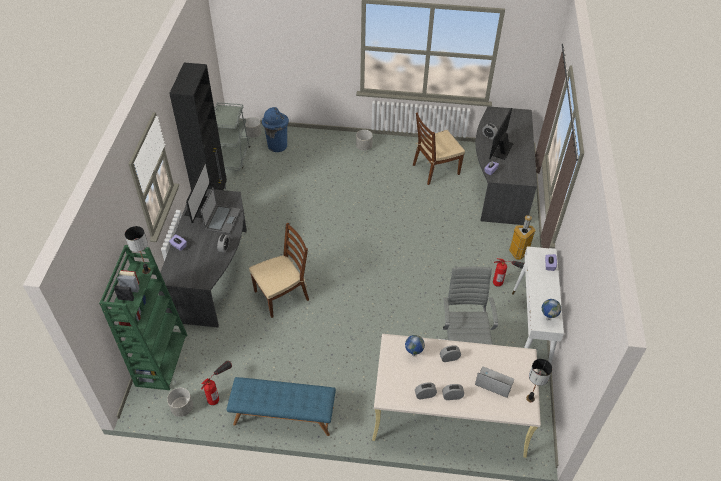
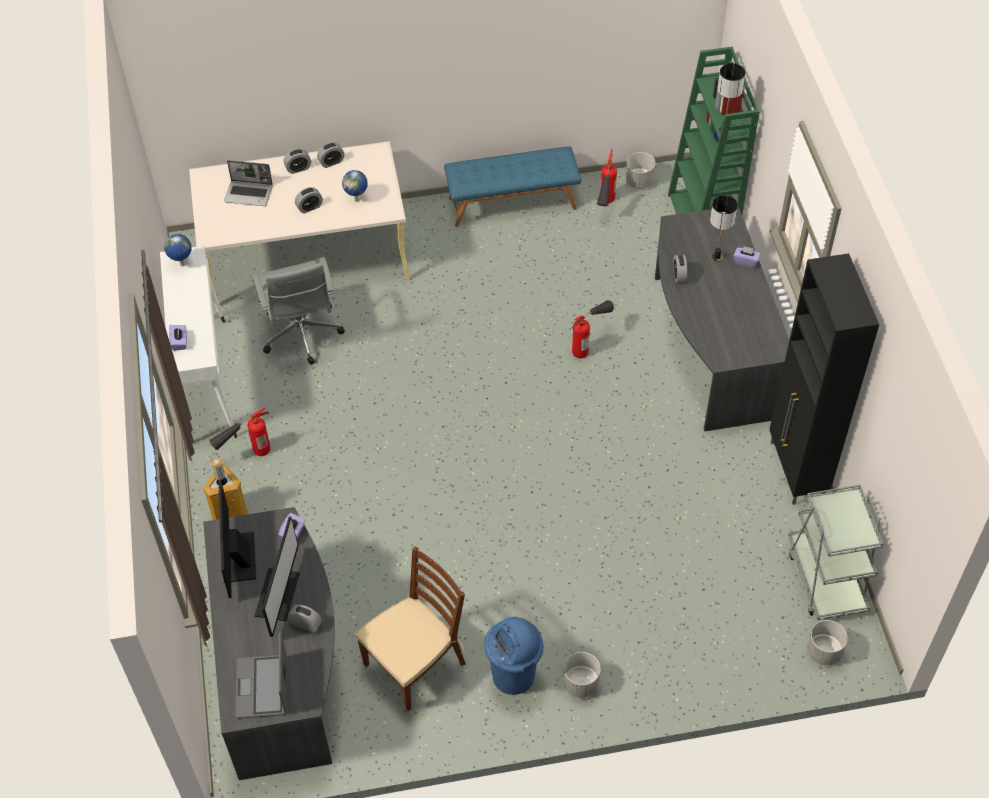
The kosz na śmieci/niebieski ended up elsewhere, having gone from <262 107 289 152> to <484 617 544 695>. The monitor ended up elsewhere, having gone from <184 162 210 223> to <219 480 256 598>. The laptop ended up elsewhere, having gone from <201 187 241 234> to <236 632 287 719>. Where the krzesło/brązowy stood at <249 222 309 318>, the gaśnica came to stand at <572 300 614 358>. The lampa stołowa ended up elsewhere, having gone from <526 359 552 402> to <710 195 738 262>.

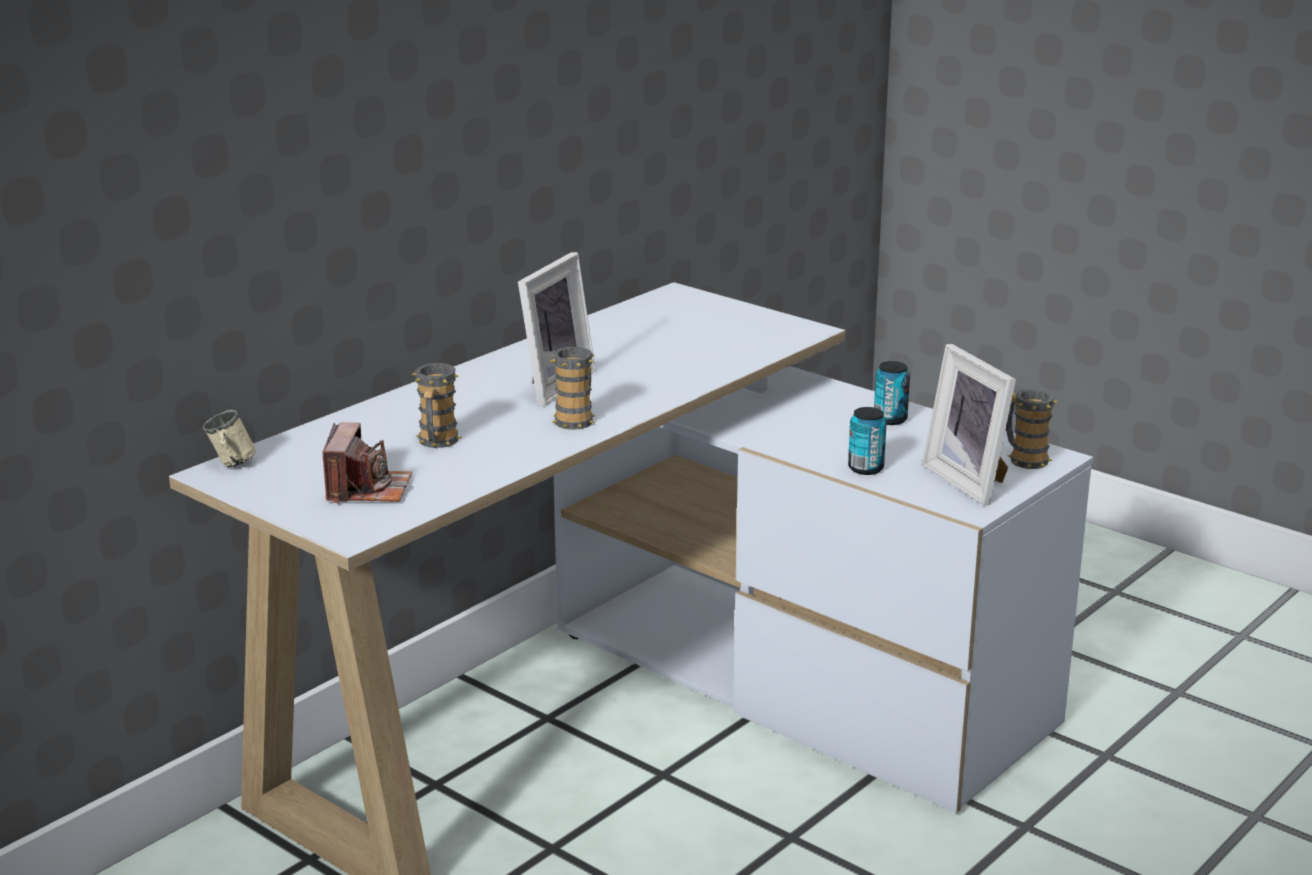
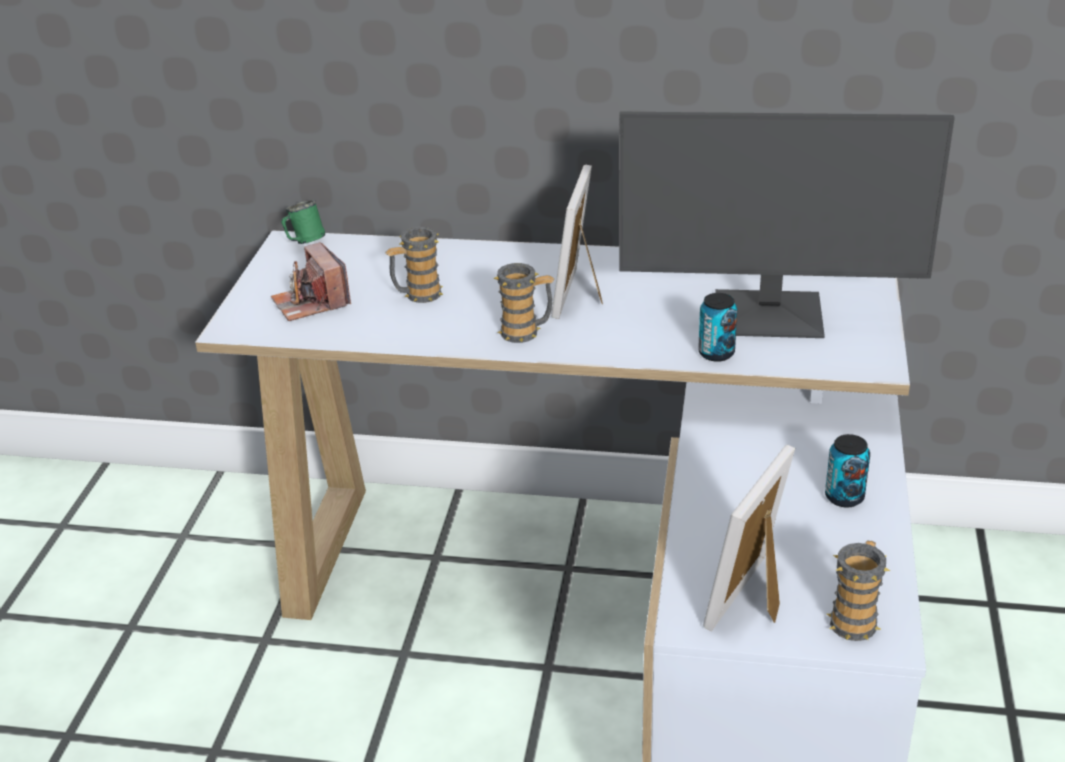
The ramka na zdjęcie at <518 252 596 405> ended up facing another way, 105 degrees clockwise from before. The puszka ended up elsewhere, having gone from <848 407 887 475> to <698 293 737 362>. What was the kubek/beżowy at <203 410 256 467> turned into the kubek/zielony at <281 200 325 244>. The aparat fotograficzny at <323 422 412 503> ended up facing another way, 90 degrees clockwise from before. The second view gained the monitor at <619 112 955 338>.

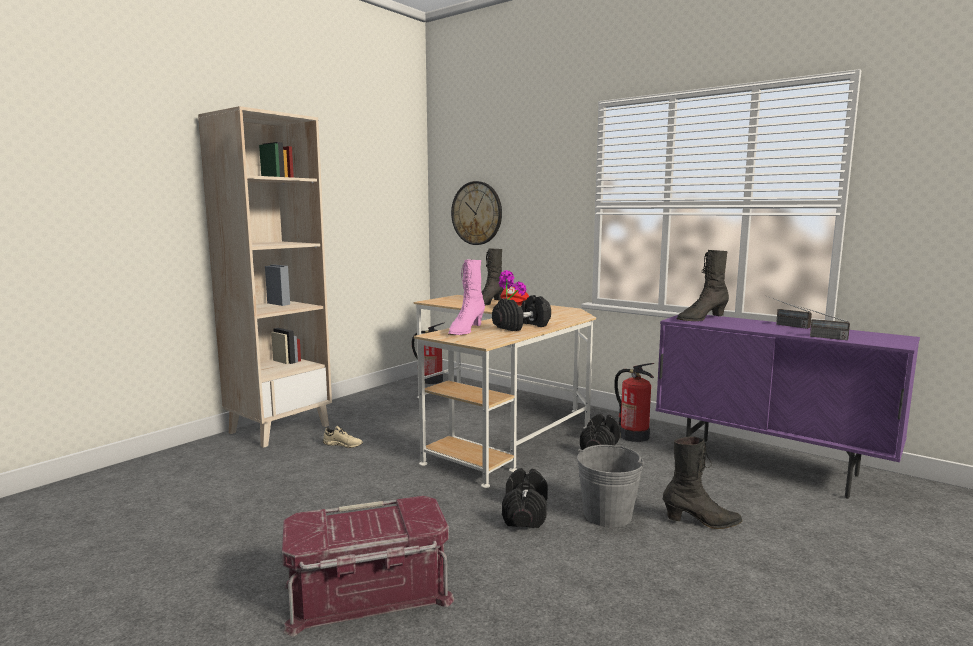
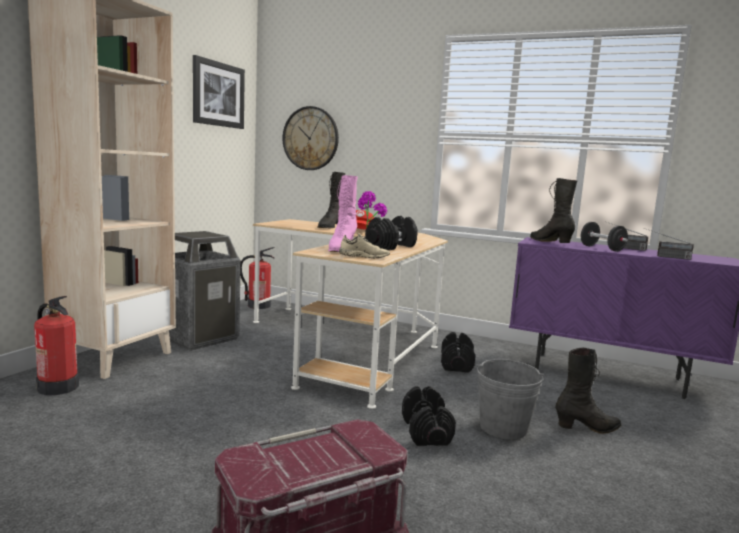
The but z cholewką/czarny at <676 250 729 321> ended up facing another way, 105 degrees clockwise from before. The gaśnica ended up elsewhere, having gone from <614 363 654 442> to <34 296 79 395>. The but/beżowy ended up elsewhere, having gone from <323 426 363 448> to <339 233 390 258>. The second view gained the obraz at <193 55 245 129>. The second view gained the hantel/czarny at <581 222 628 252>. The second view gained the kosz na śmieci at <169 231 241 351>.

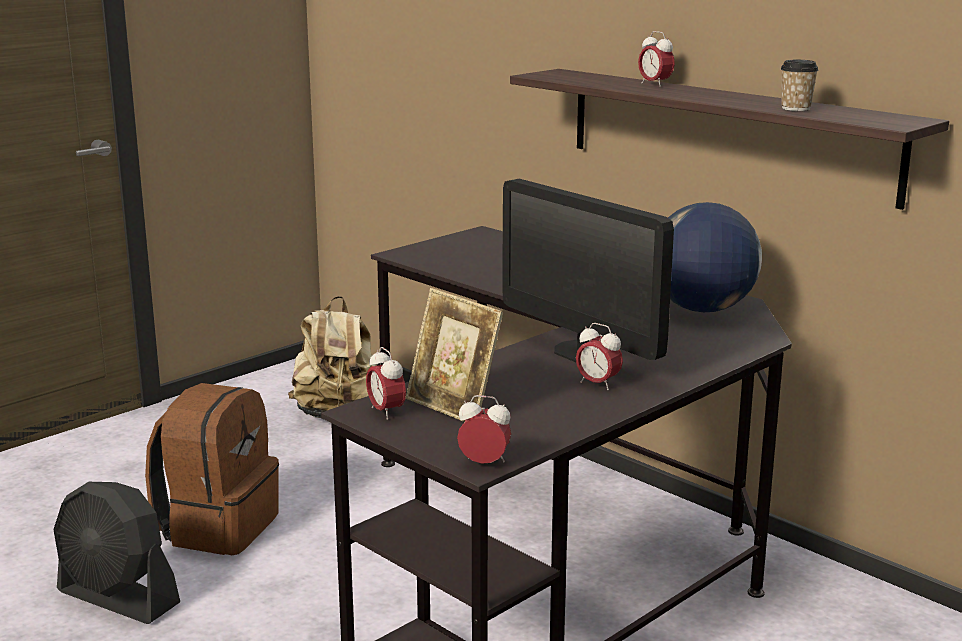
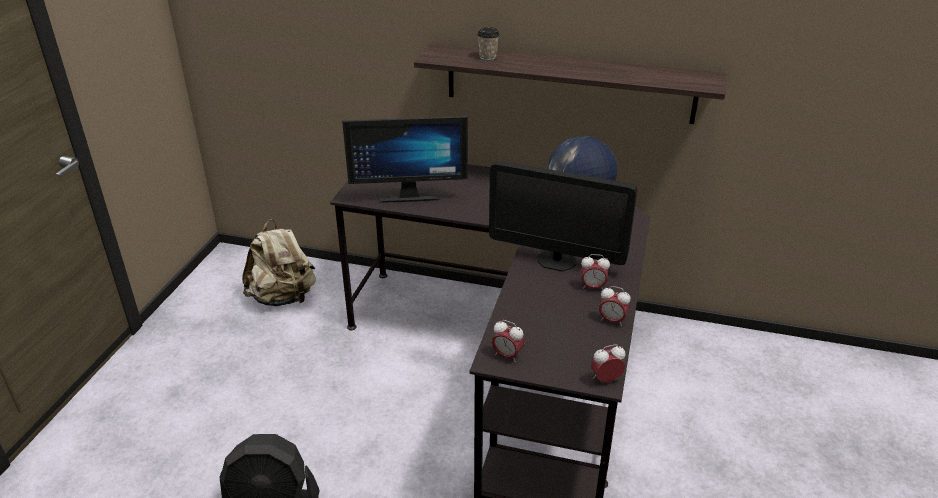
The budzik ended up elsewhere, having gone from <638 31 675 87> to <599 286 631 326>. The filiżanka ended up elsewhere, having gone from <781 60 819 111> to <477 27 499 60>. The second view lost the ramka na zdjęcie at <406 288 503 422>. The second view lost the plecak/brązowy at <145 383 279 555>. The second view gained the monitor at <342 116 468 203>.

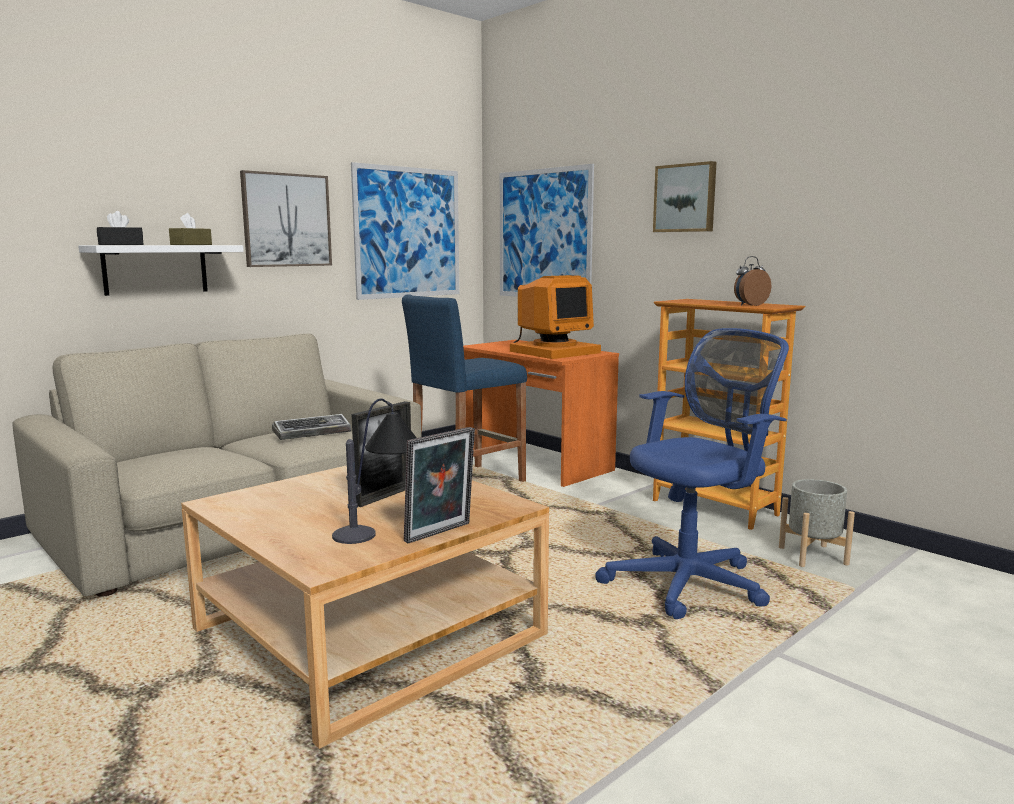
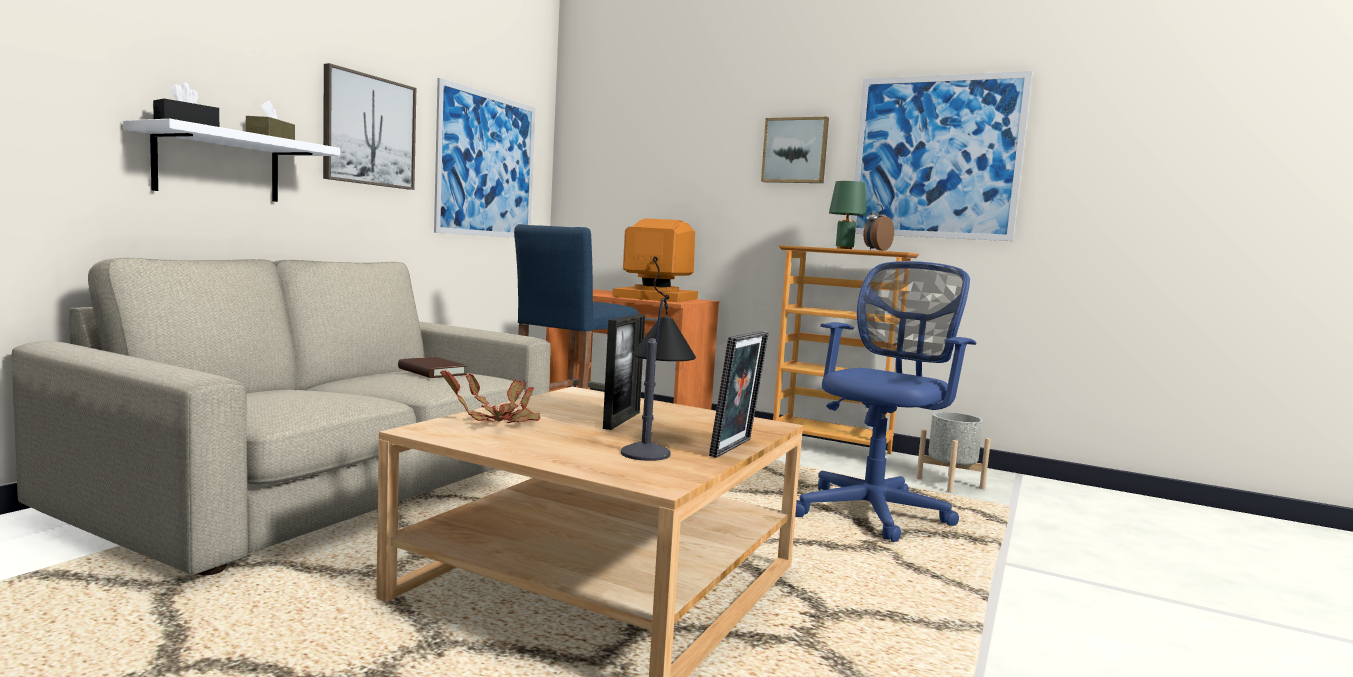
The obraz ended up elsewhere, having gone from <500 164 594 297> to <851 71 1033 241>. The monitor at <510 275 601 359> ended up facing another way, 105 degrees counterclockwise from before. Where the klawiatura stood at <272 414 351 440>, the książka/brązowy came to stand at <398 357 467 378>. The second view gained the lampa stołowa/zielony at <829 181 866 249>. The second view gained the roślina doniczkowa at <440 370 541 423>.

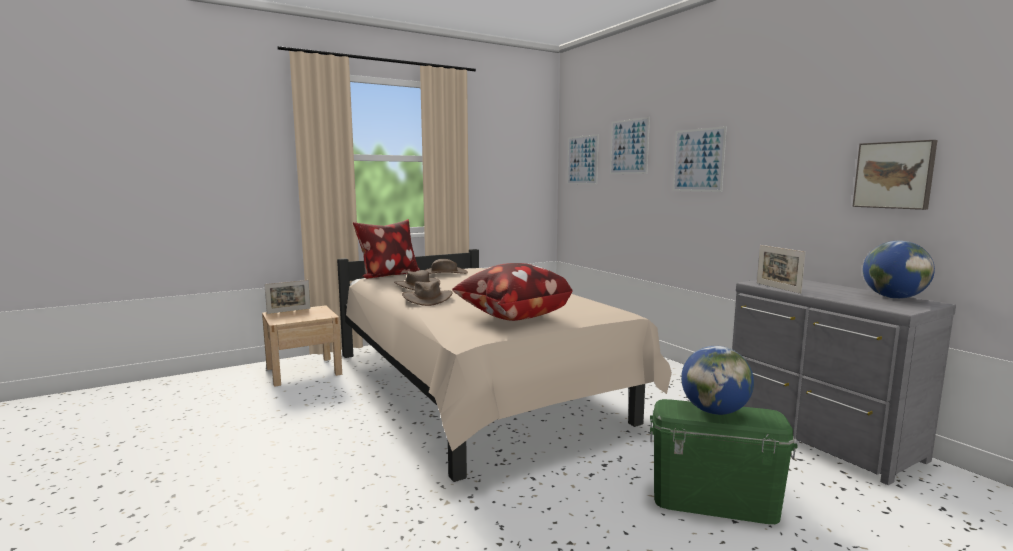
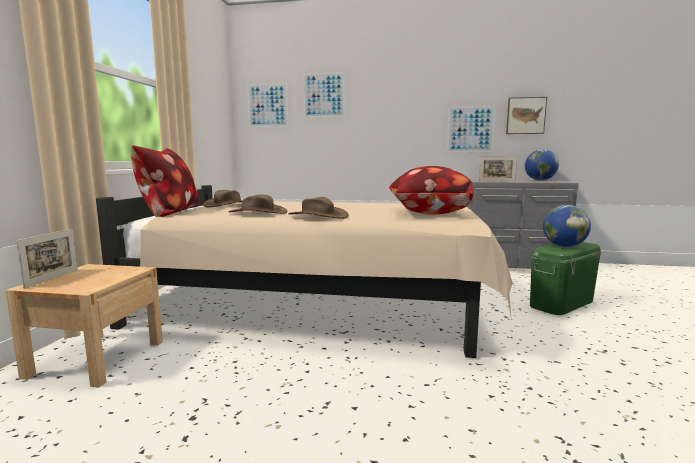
The obraz ended up elsewhere, having gone from <673 126 727 192> to <447 106 496 152>.

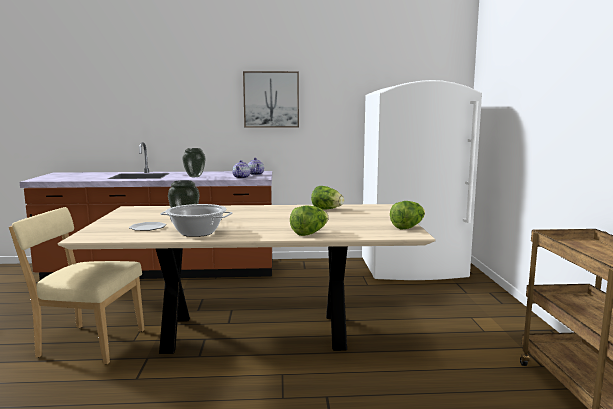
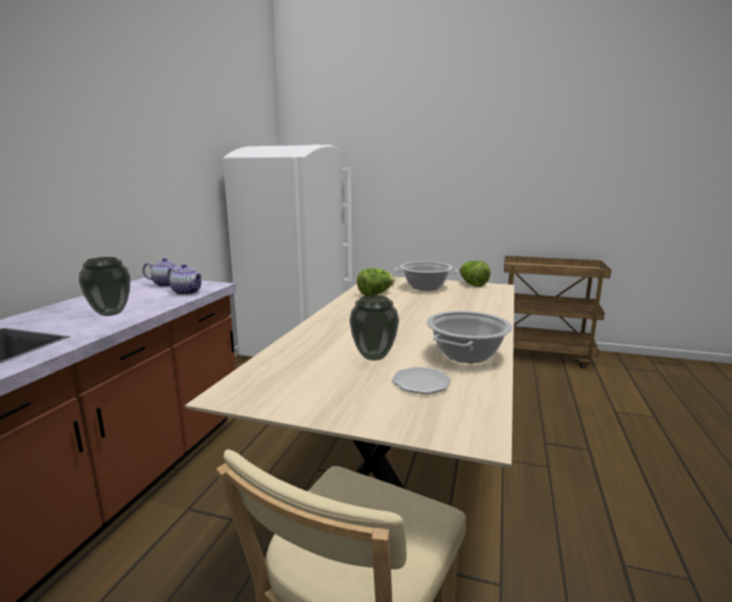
The second view lost the obraz at <243 71 299 128>. The second view lost the sałata at <290 205 329 236>. The second view gained the garnek at <395 262 458 291>.

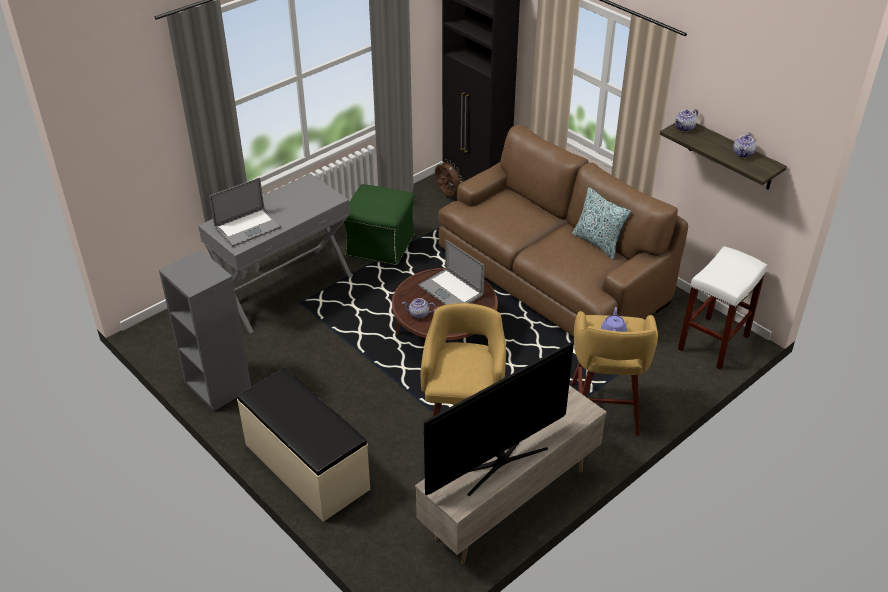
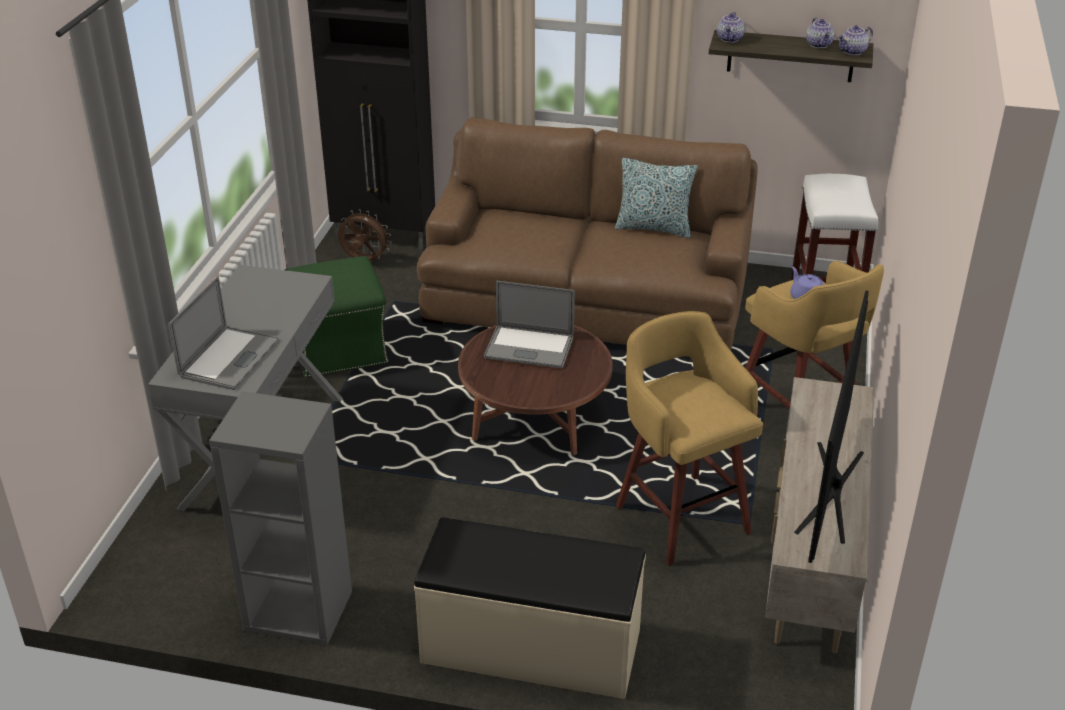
The imbryk ended up elsewhere, having gone from <402 298 436 319> to <838 25 873 55>.

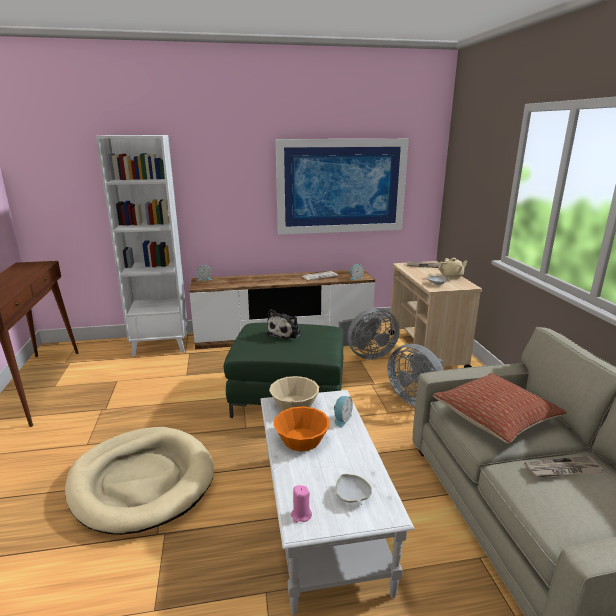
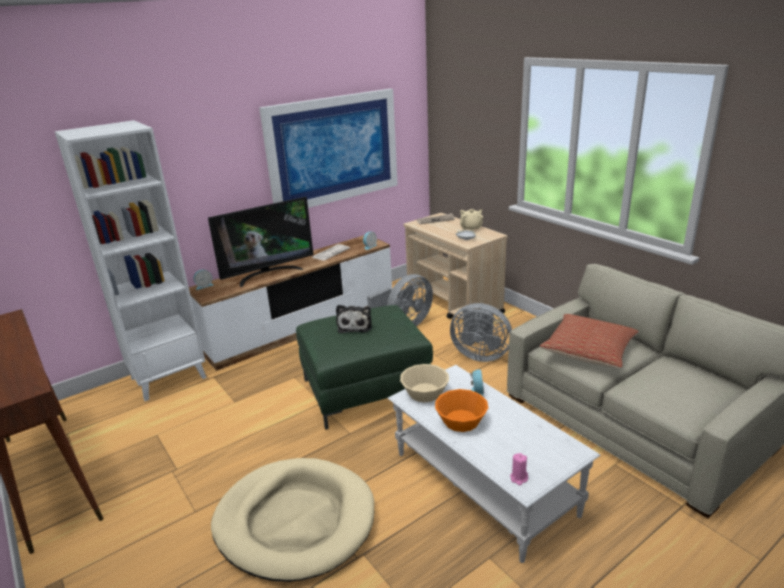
The second view lost the gazeta at <524 456 603 477>. The second view lost the miska/biały at <335 474 372 505>. The second view gained the telewizor at <208 197 313 287>.

